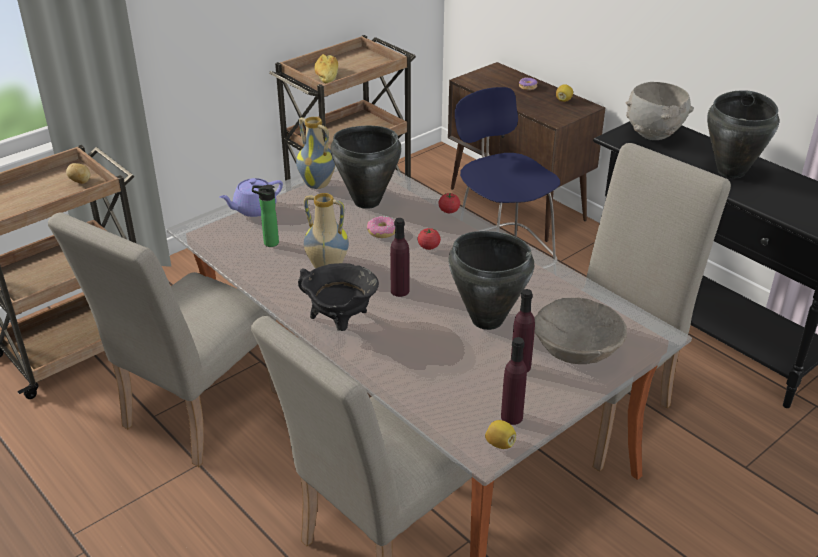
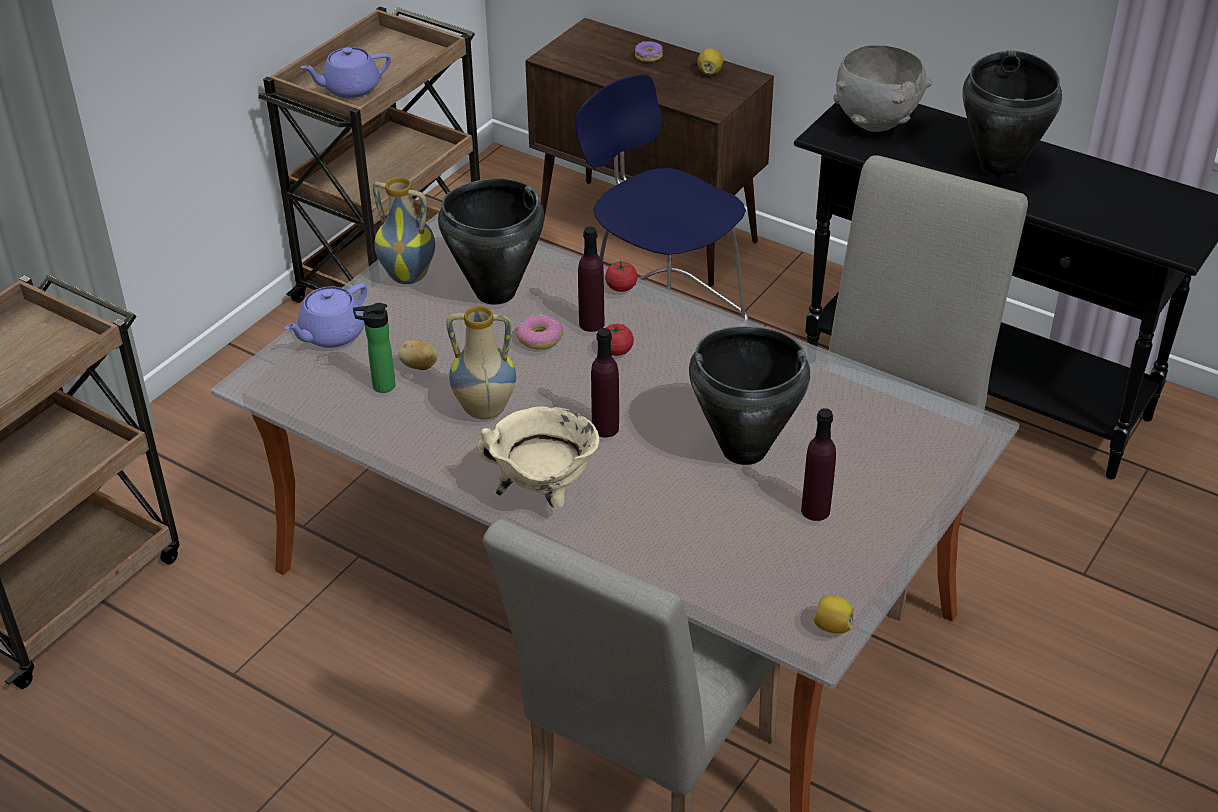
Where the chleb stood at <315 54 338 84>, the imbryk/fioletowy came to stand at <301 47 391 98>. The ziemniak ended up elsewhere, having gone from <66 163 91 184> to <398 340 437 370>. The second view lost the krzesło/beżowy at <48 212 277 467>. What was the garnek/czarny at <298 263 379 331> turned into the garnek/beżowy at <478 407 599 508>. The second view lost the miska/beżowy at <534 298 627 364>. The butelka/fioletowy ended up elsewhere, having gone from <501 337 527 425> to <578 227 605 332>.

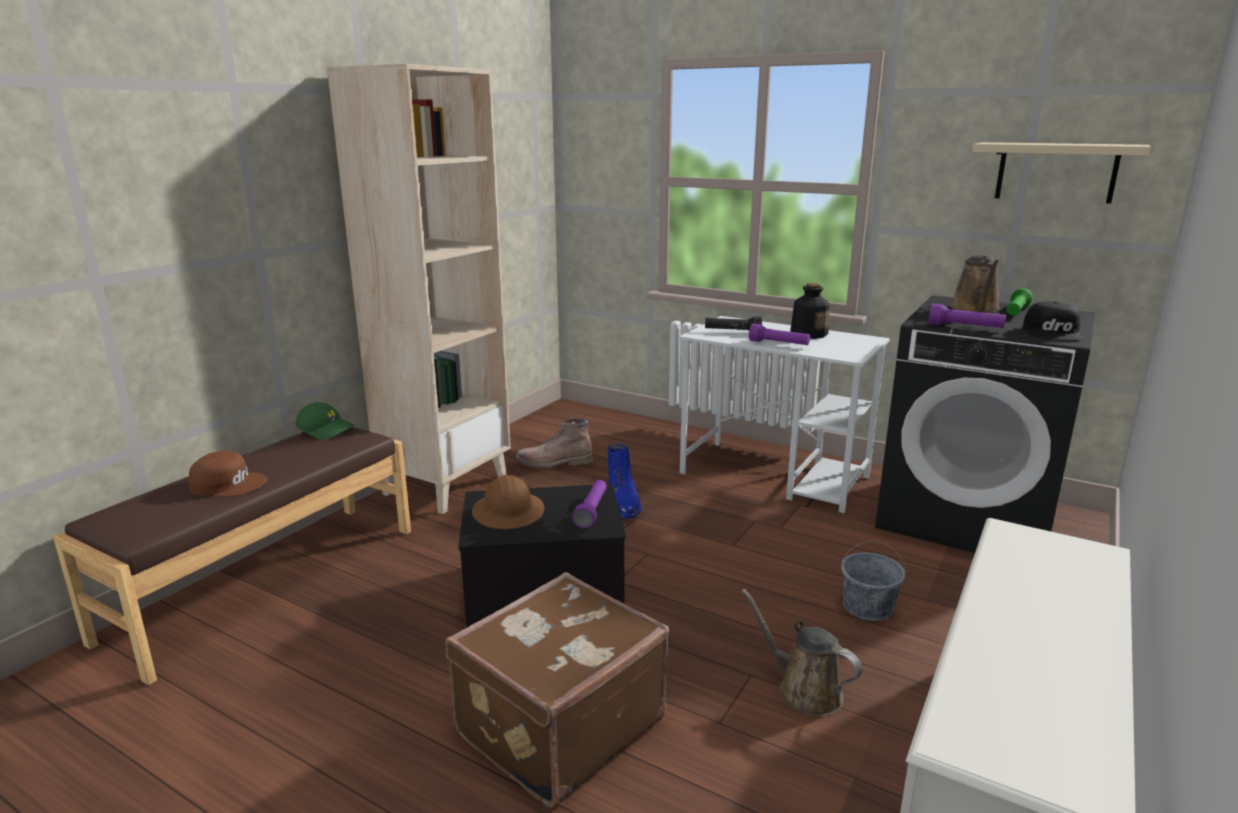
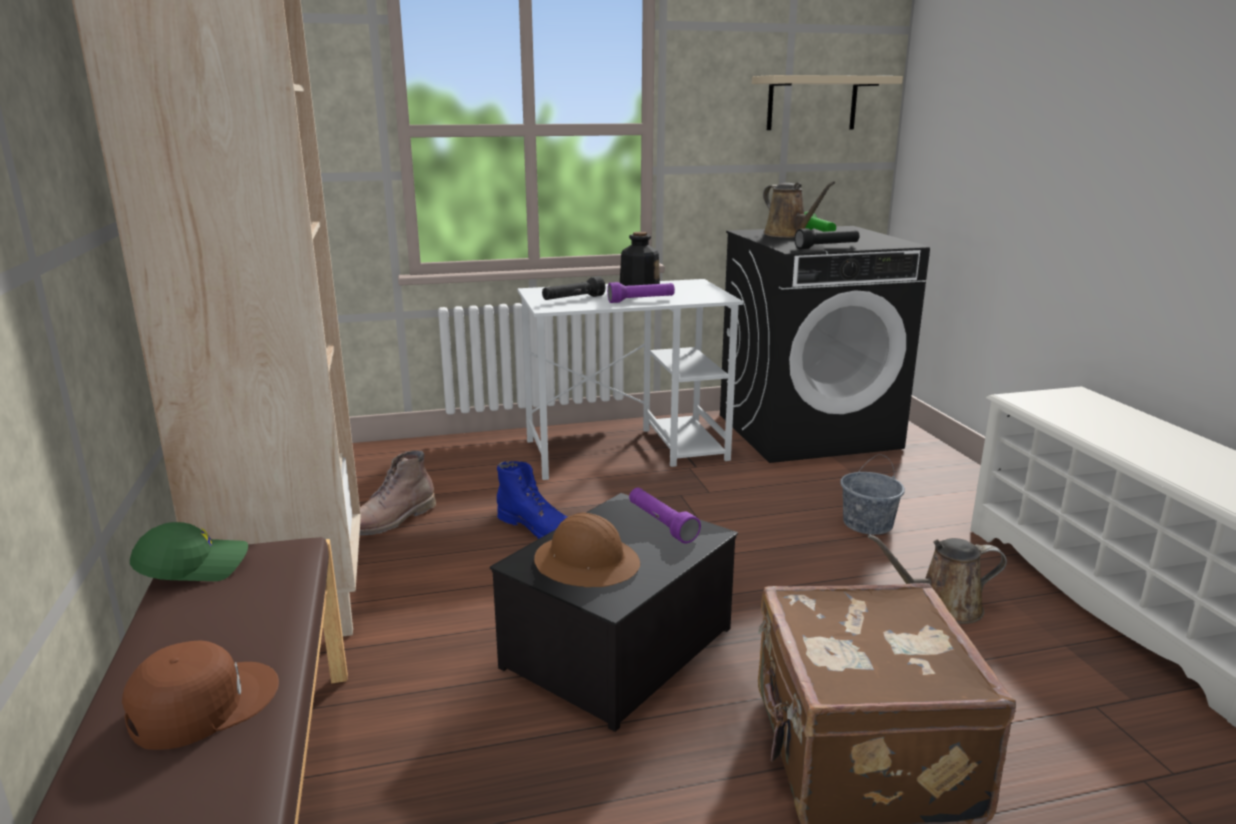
The second view lost the czapka z daszkiem/czarny at <1023 301 1084 341>. What was the latarka/fioletowy at <929 304 1006 328> turned into the latarka/czarny at <794 229 859 249>.

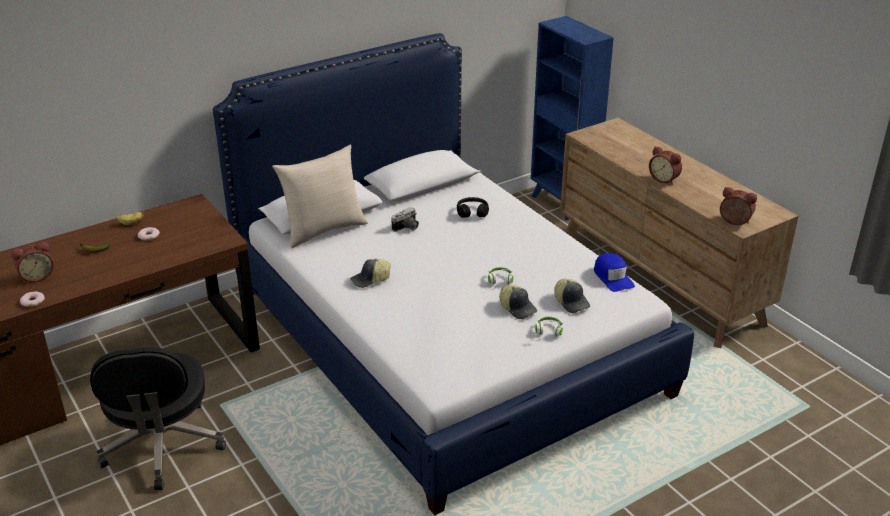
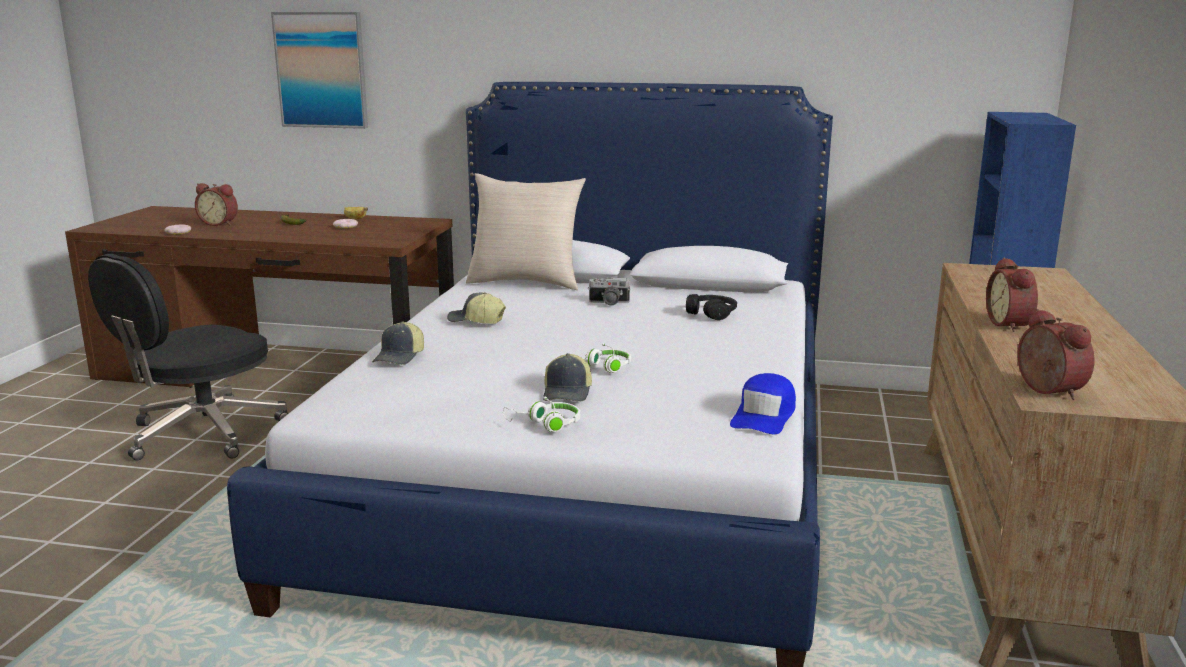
The czapka z daszkiem ended up elsewhere, having gone from <554 279 590 313> to <372 321 424 365>. The second view gained the obraz at <271 12 368 129>.

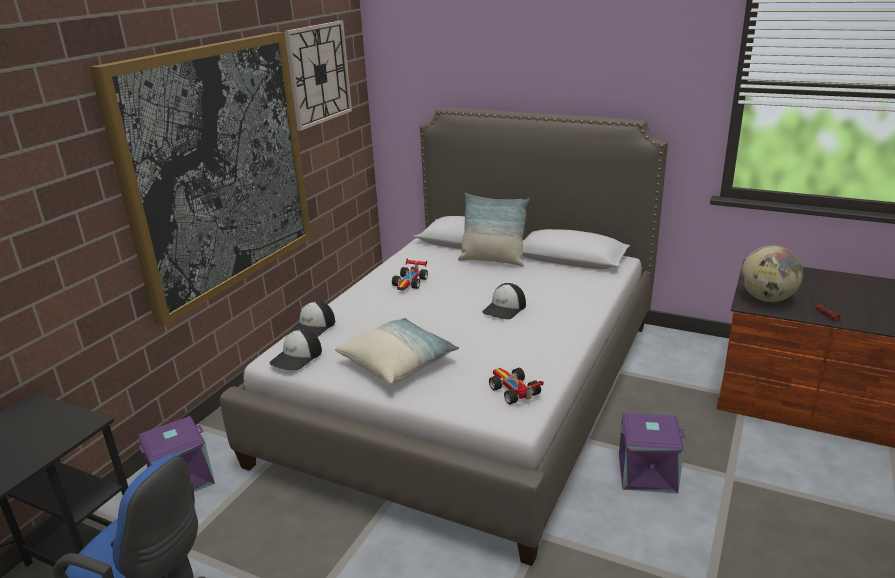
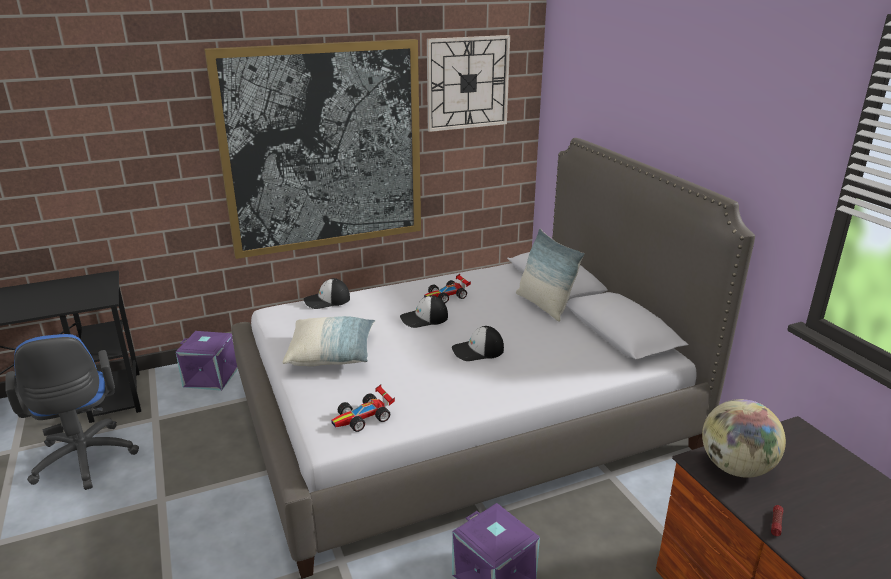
The czapka z daszkiem ended up elsewhere, having gone from <270 328 322 371> to <400 295 448 328>. The samochodzik at <489 368 543 405> ended up facing another way, 135 degrees counterclockwise from before.

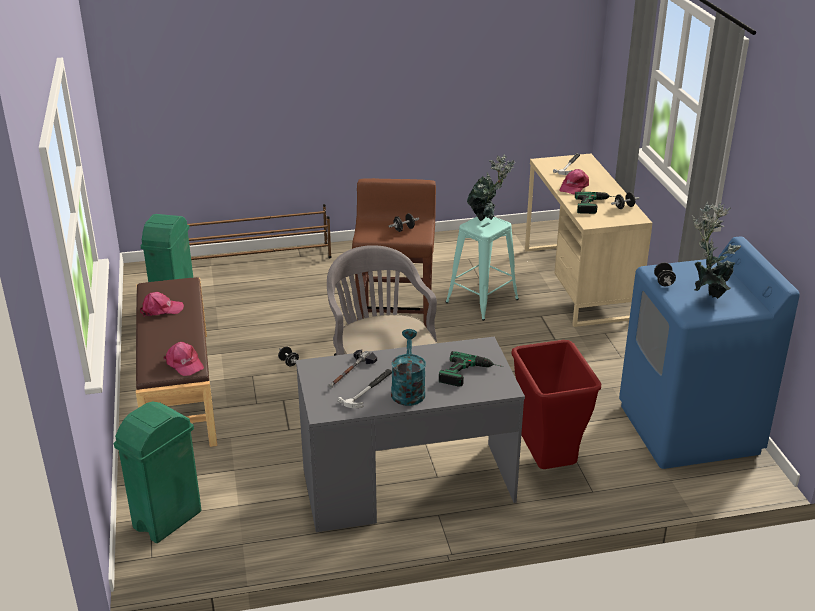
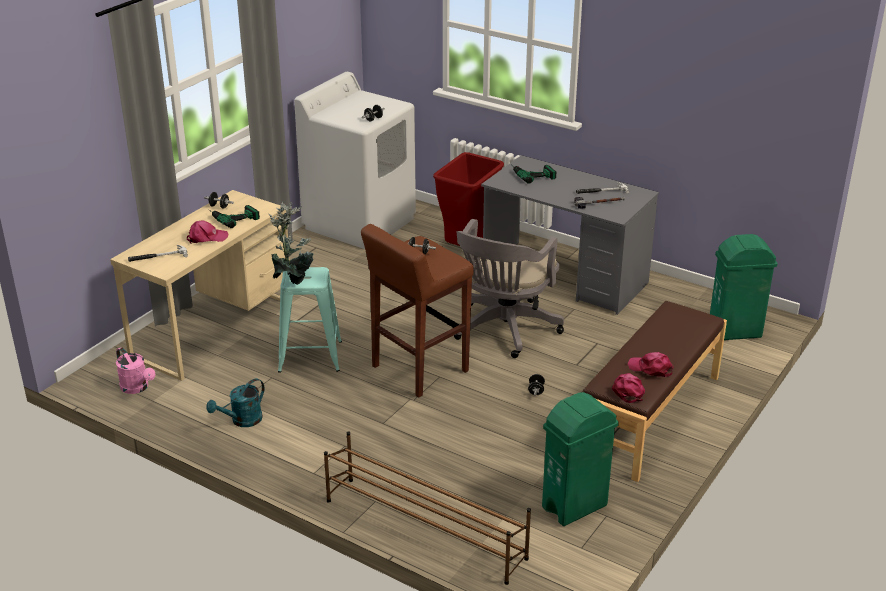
The second view lost the roślina doniczkowa at <692 201 741 299>. What was the pralka/niebieski at <619 237 800 469> turned into the pralka/biały at <294 72 416 249>. The konewka/turkusowy ended up elsewhere, having gone from <391 329 426 406> to <206 378 264 427>. The czapka z daszkiem/różowy ended up elsewhere, having gone from <164 342 204 376> to <612 373 645 403>. The second view gained the konewka/różowy at <116 347 155 394>.

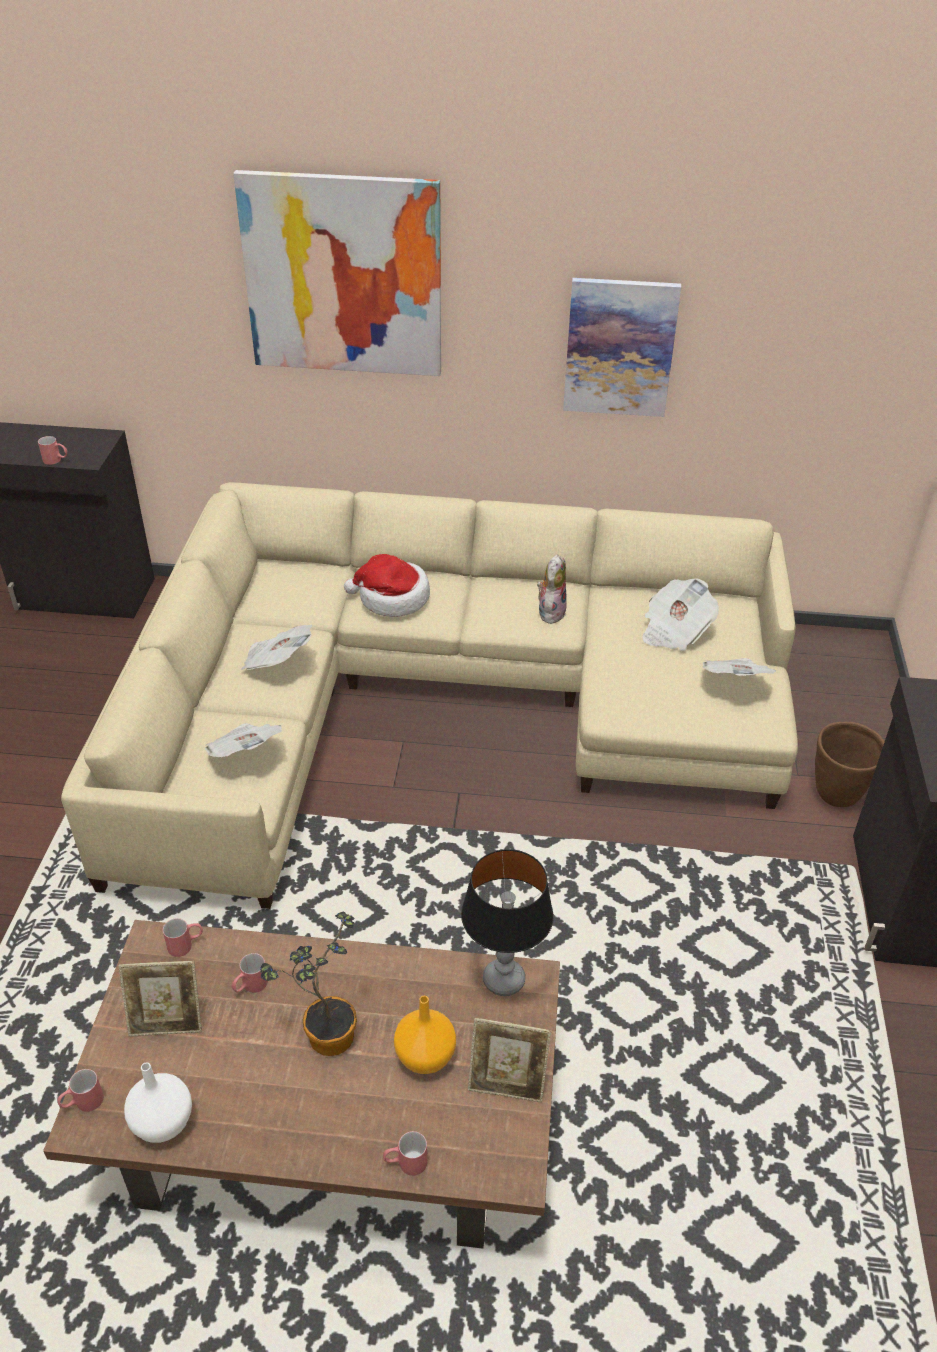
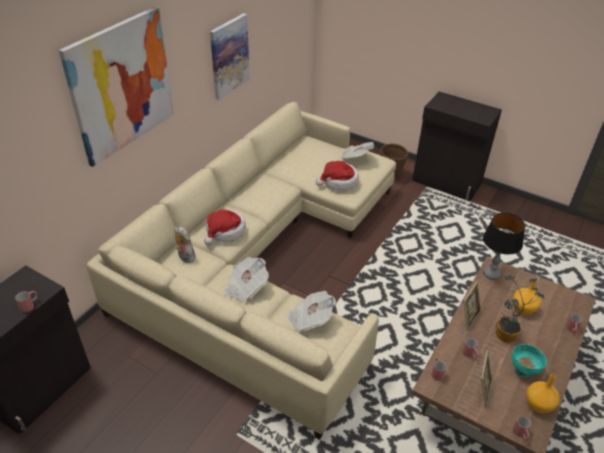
The pluszak ended up elsewhere, having gone from <537 555 567 624> to <175 226 195 263>. The second view lost the gazeta at <642 578 719 651>. The ramka na zdjęcie ended up elsewhere, having gone from <468 1018 551 1103> to <464 281 481 331>. What was the wazon/biały at <124 1062 192 1143> turned into the wazon/pomarańczowy at <526 374 560 413>. The second view gained the kapelusz at <316 161 359 191>. The second view gained the miska/turkusowy at <512 344 547 378>.

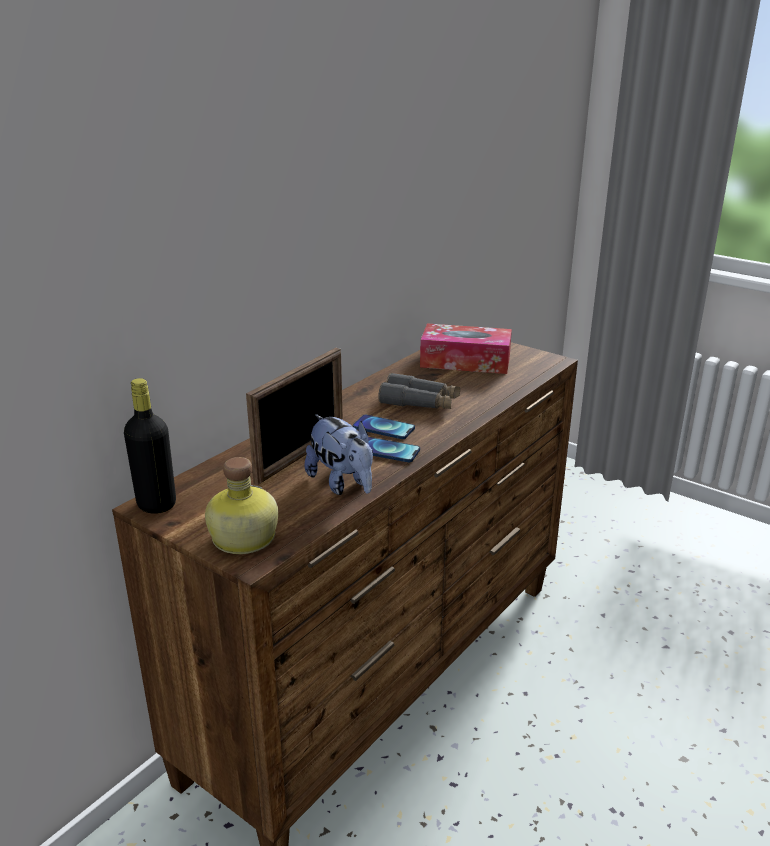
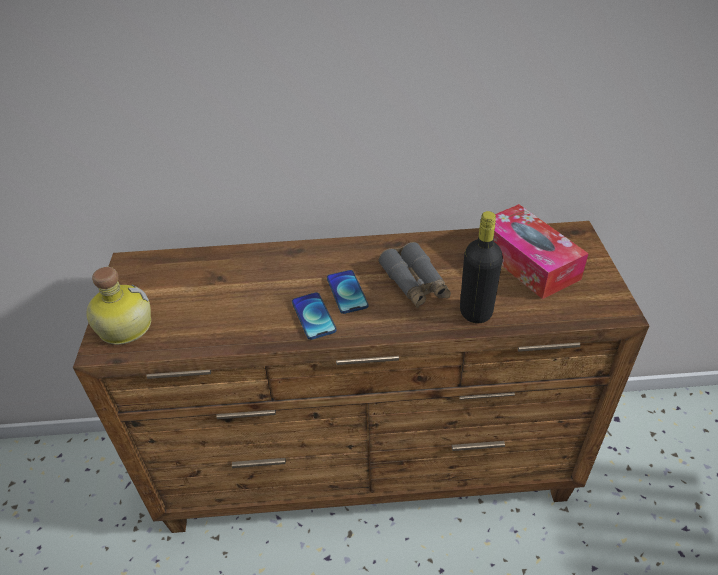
The second view lost the ramka na zdjęcie at <246 348 343 485>. The butelka/czarny ended up elsewhere, having gone from <124 378 176 514> to <460 211 503 323>. The second view lost the pluszak at <304 414 373 495>.

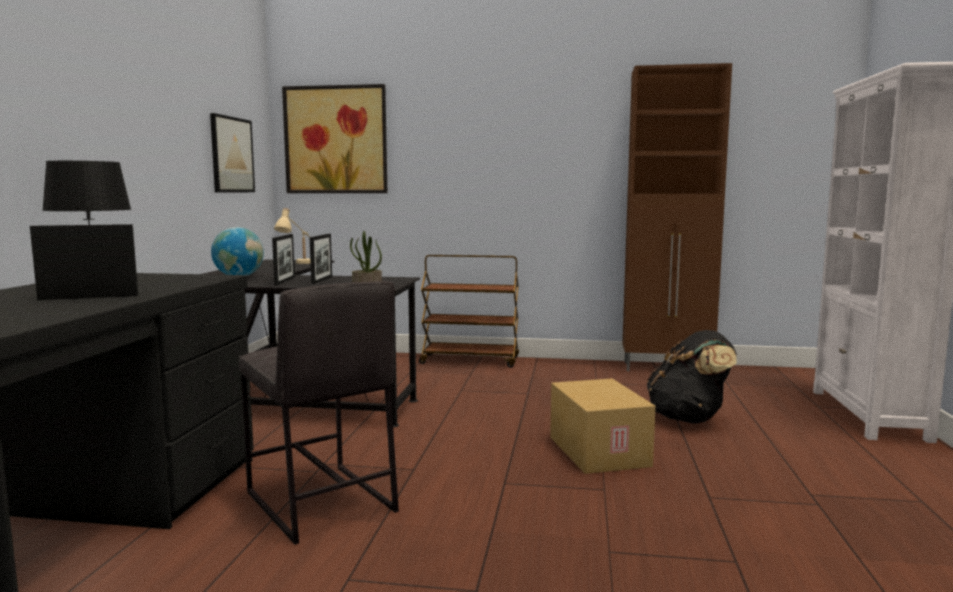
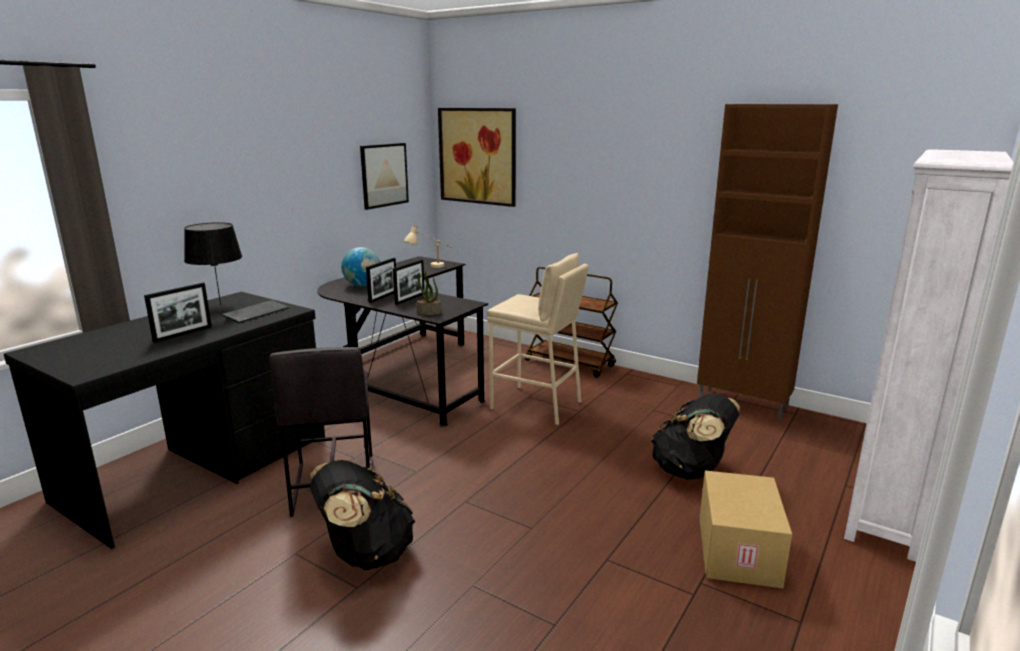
The ramka na zdjęcie at <30 224 138 300> ended up facing another way, 120 degrees clockwise from before. The karton ended up elsewhere, having gone from <550 379 656 474> to <699 471 792 589>. The second view gained the stołek/beżowy at <487 253 589 425>. The second view gained the klawiatura at <222 300 289 324>. The second view gained the plecak/czarny at <309 460 415 570>.

